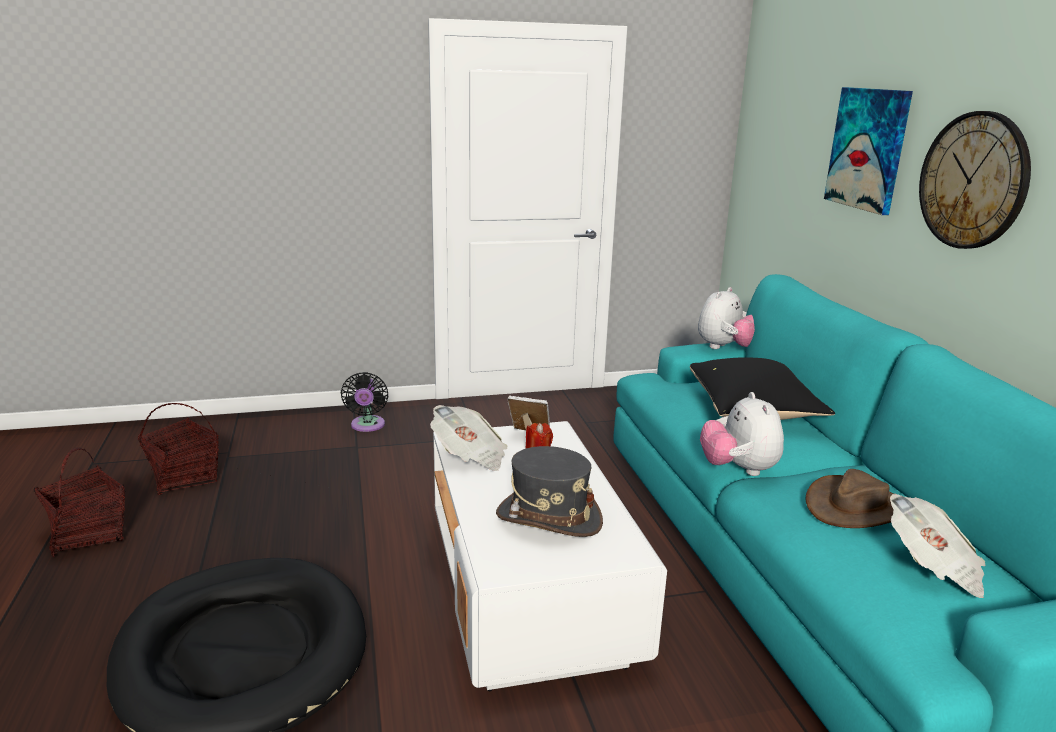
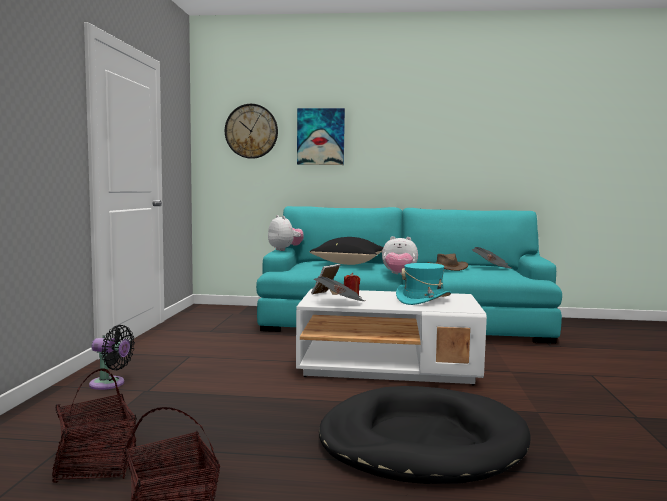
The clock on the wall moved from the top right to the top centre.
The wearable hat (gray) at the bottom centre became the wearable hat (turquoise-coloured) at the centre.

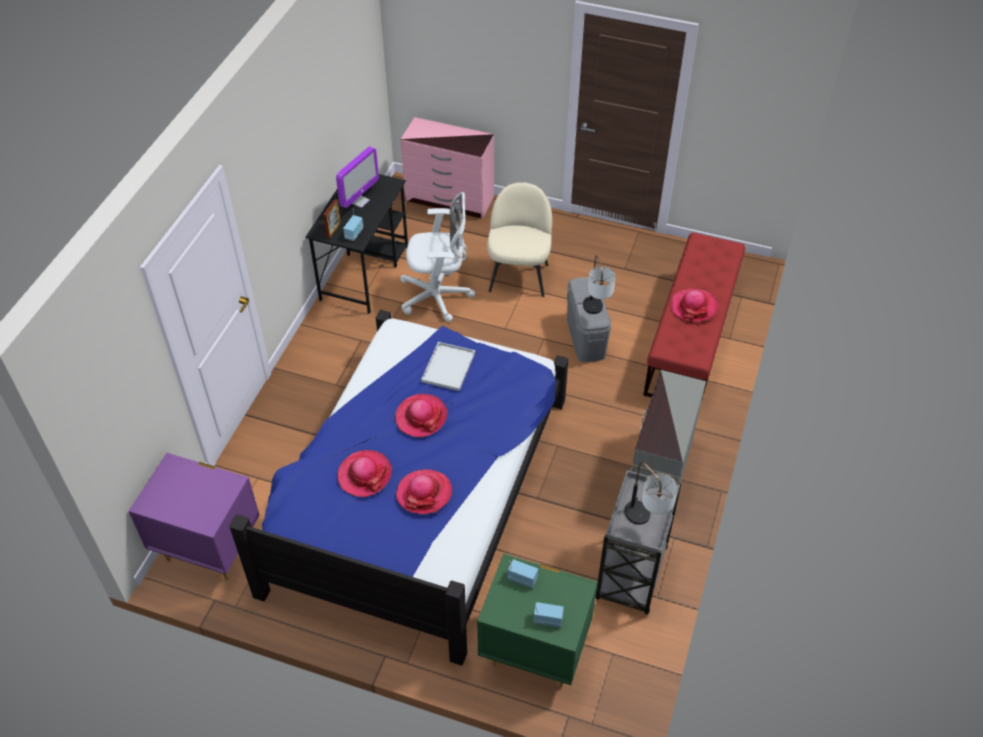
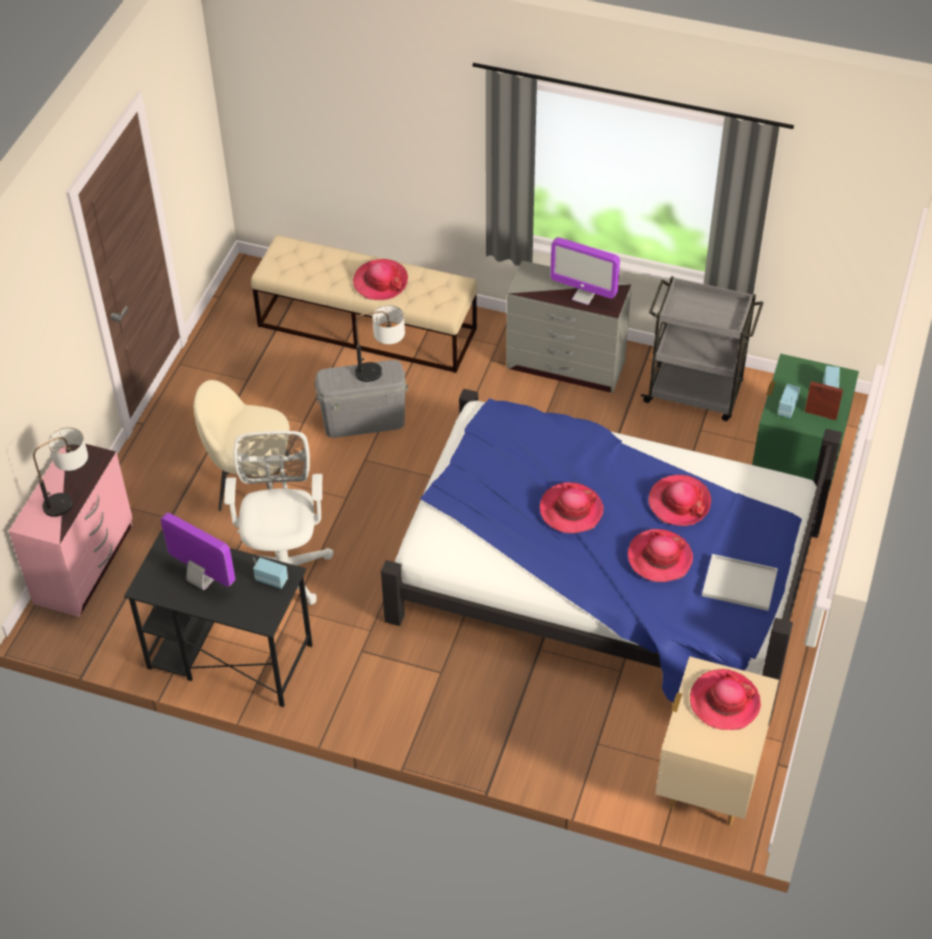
The monitor (2nd from left) at the top centre appeared.
The wearable hat (5th from left) at the bottom right appeared.
The picture frame moved from the top centre to the middle right.
The serving tray (whitish) moved from the centre to the middle right.
The table lamp (2nd from left in the first image) moved from the bottom centre to the middle left.
The night table (purple) at the bottom left became the night table (beige-coloured) at the bottom right.
The bench (red) at the middle right became the bench (beige-coloured) at the top centre.

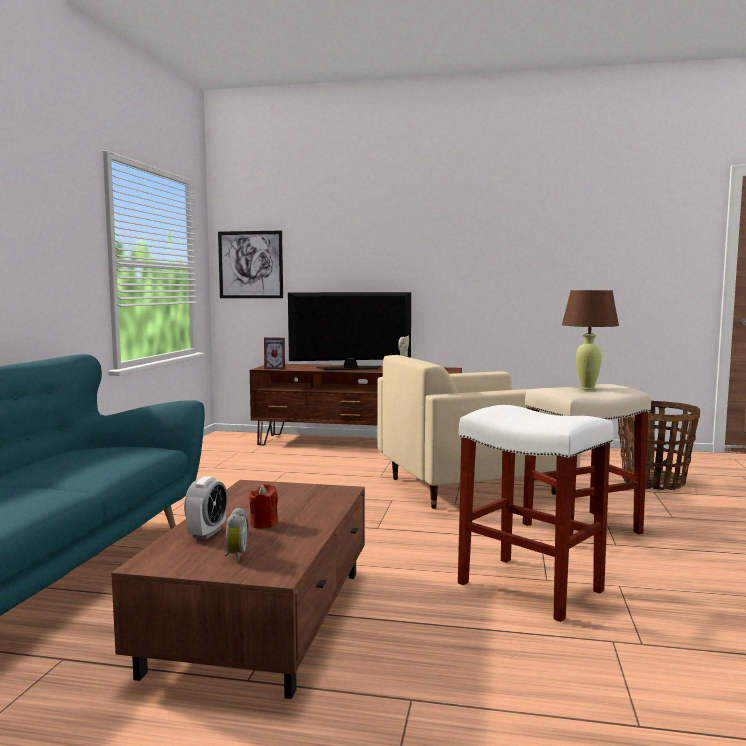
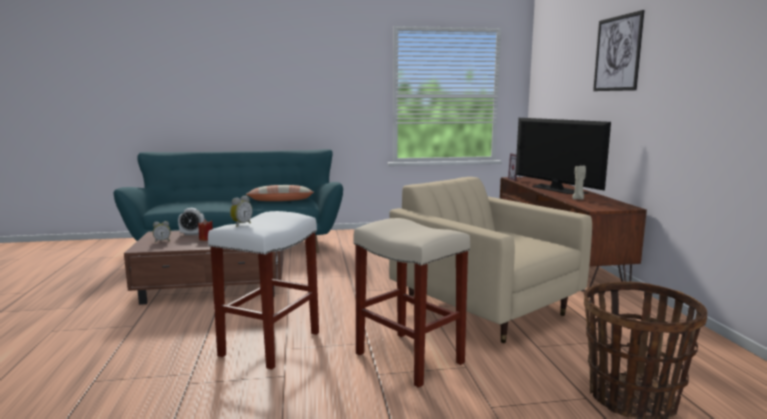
The table lamp (brown-coloured) at the middle right disappeared.
The bedside clock (3rd from left) at the middle left appeared.
The pillow at the centre appeared.
The wall art moved from the centre to the top right.

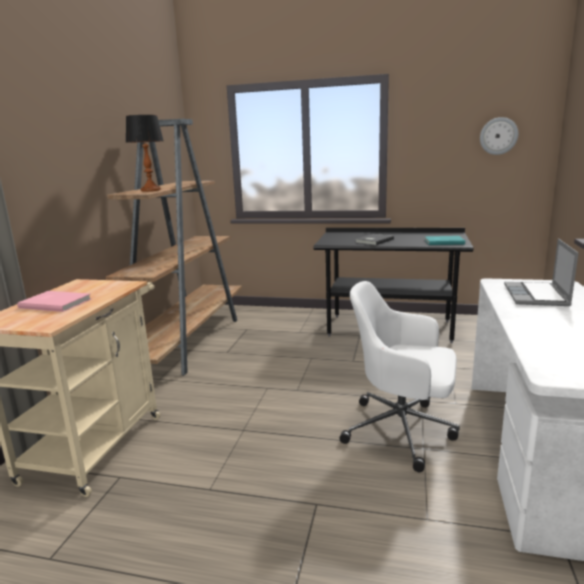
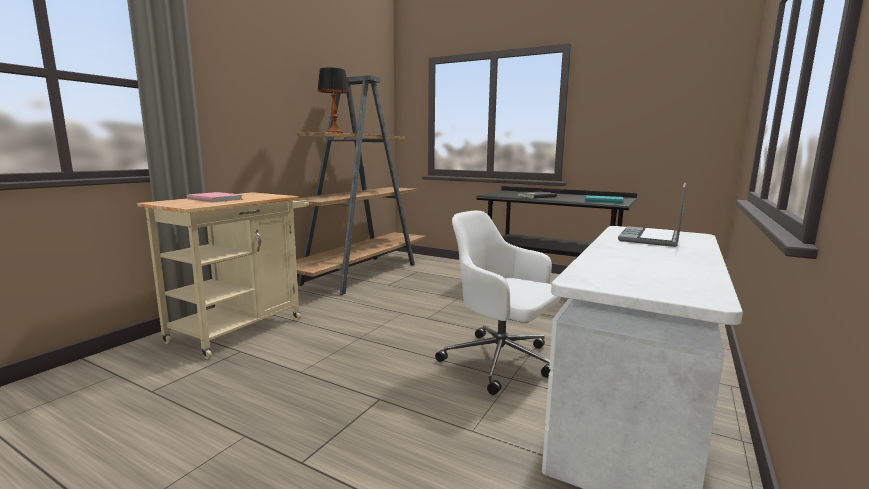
The clock on the wall at the top right disappeared.

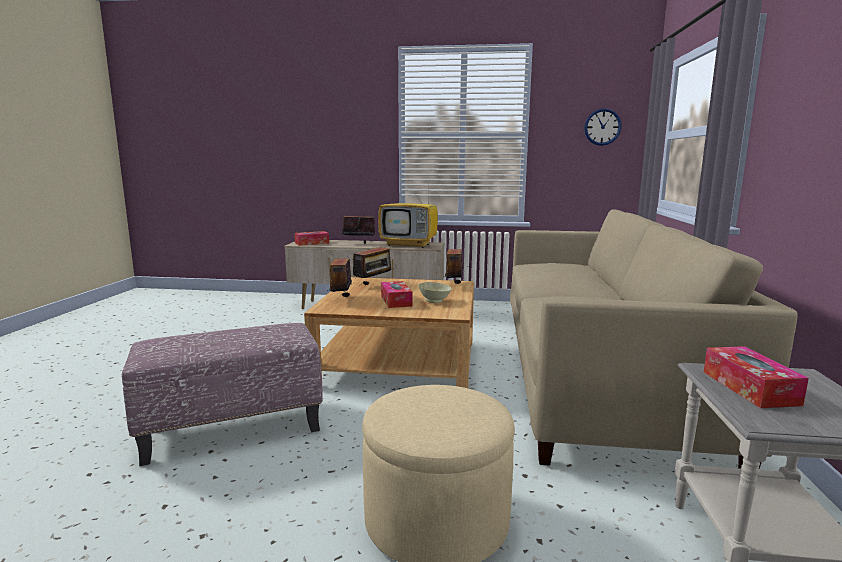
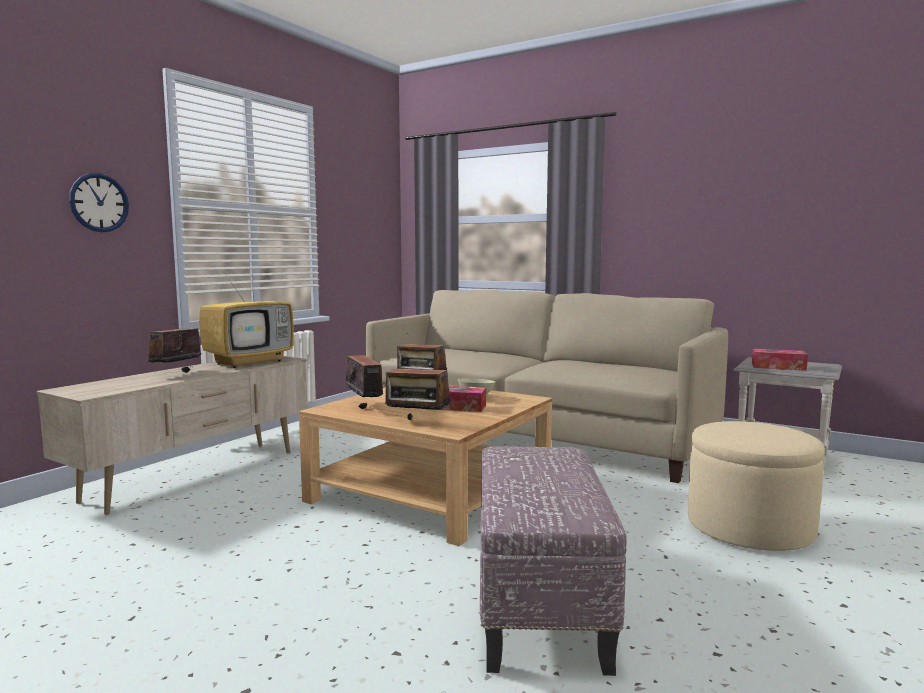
The tissue box (1st from left) at the centre disappeared.
The clock on the wall moved from the top right to the top left.

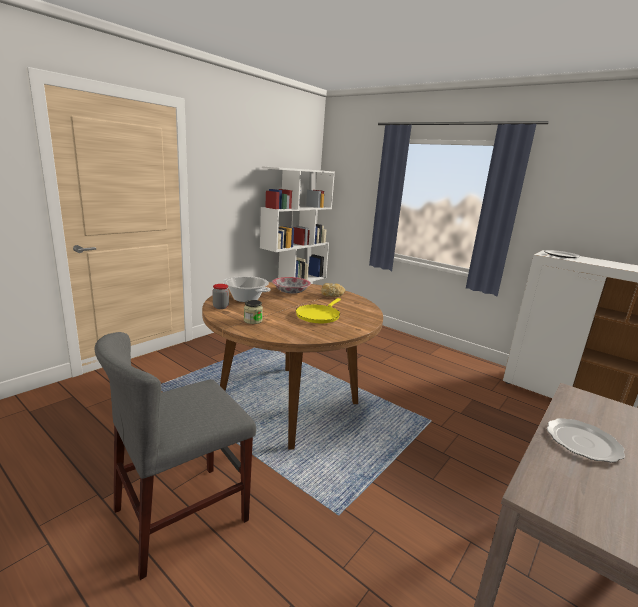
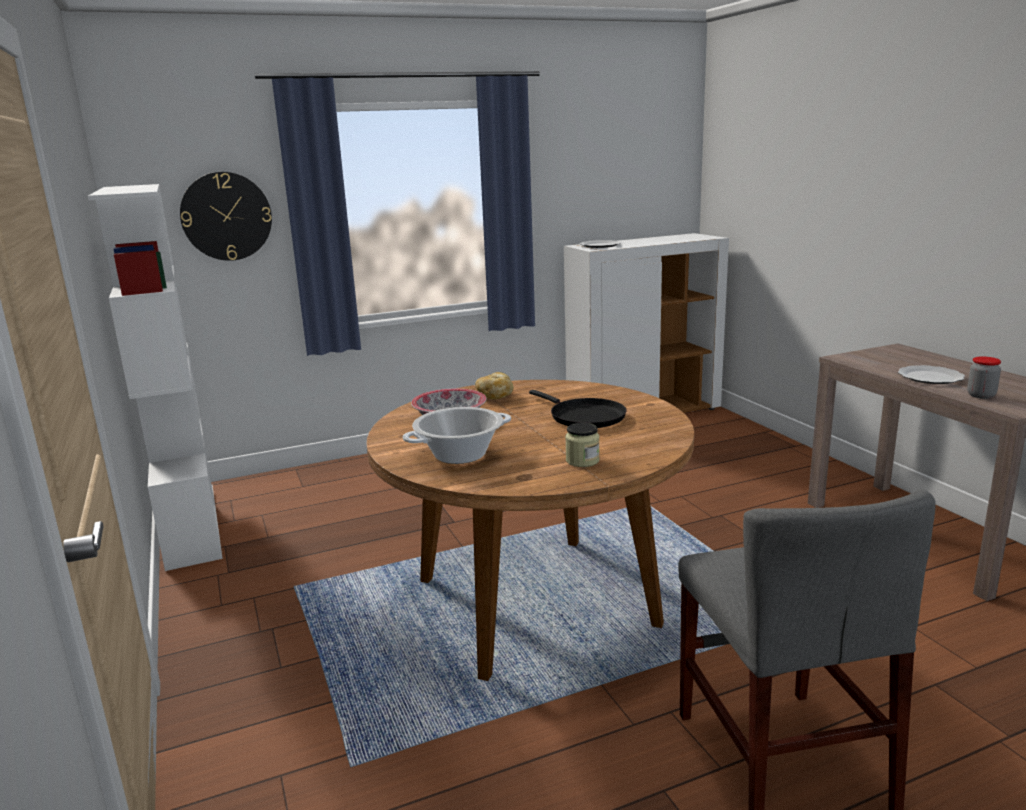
The clock on the wall at the top left appeared.
The jar (1st from left in the first image) moved from the centre to the middle right.
The frying pan (yellow) at the centre became the frying pan (blackish) at the centre.

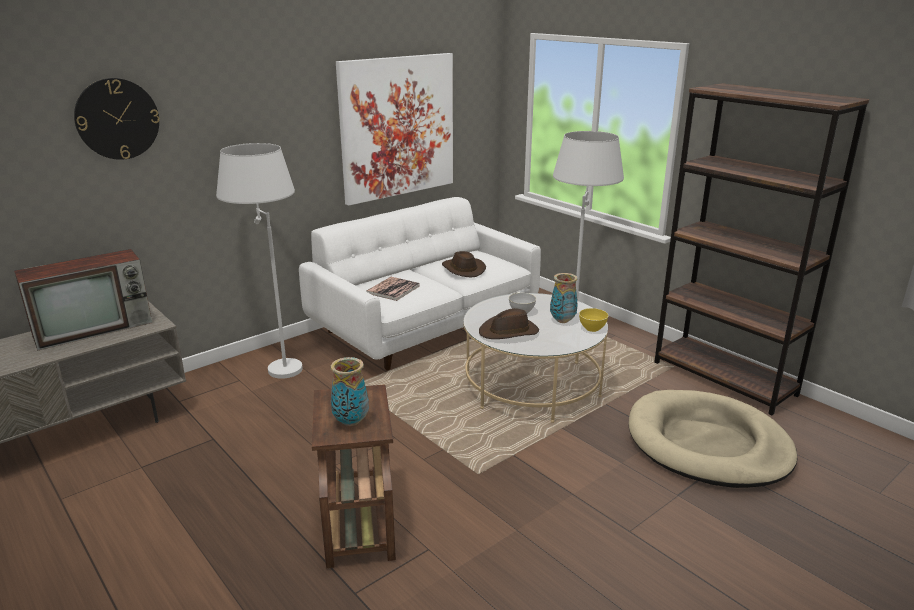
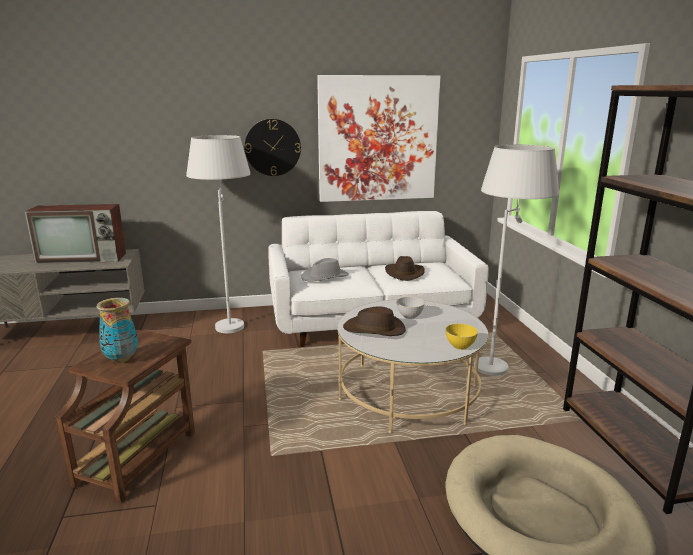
The flower vase (2nd from left) at the centre disappeared.
The clock on the wall moved from the top left to the top centre.
The book at the centre was replaced by the wearable hat (gray) at the centre.

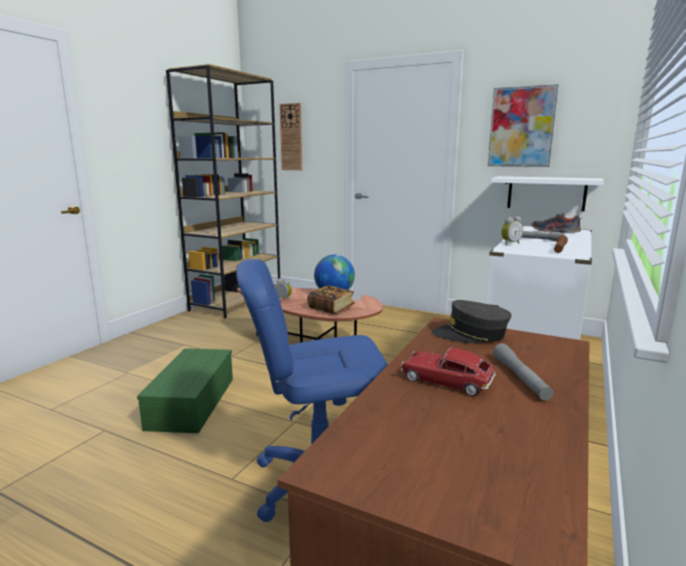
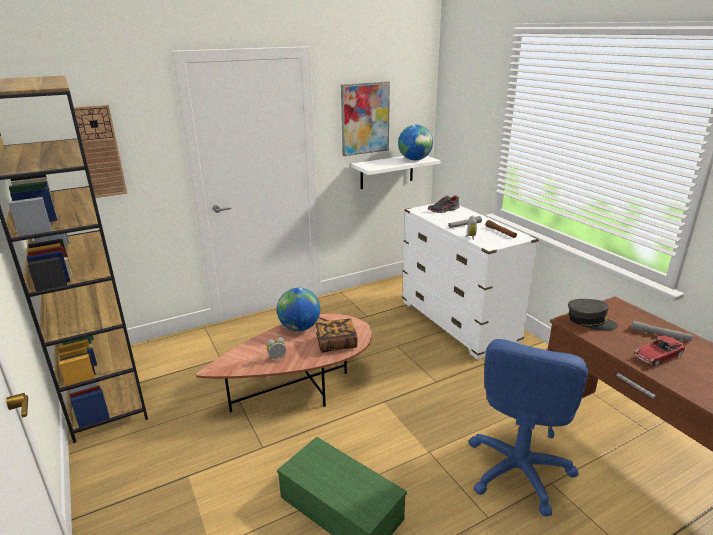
The world globe (2nd from left) at the top centre appeared.
The baseball cap (gray) at the middle right turned 105 degrees counterclockwise.

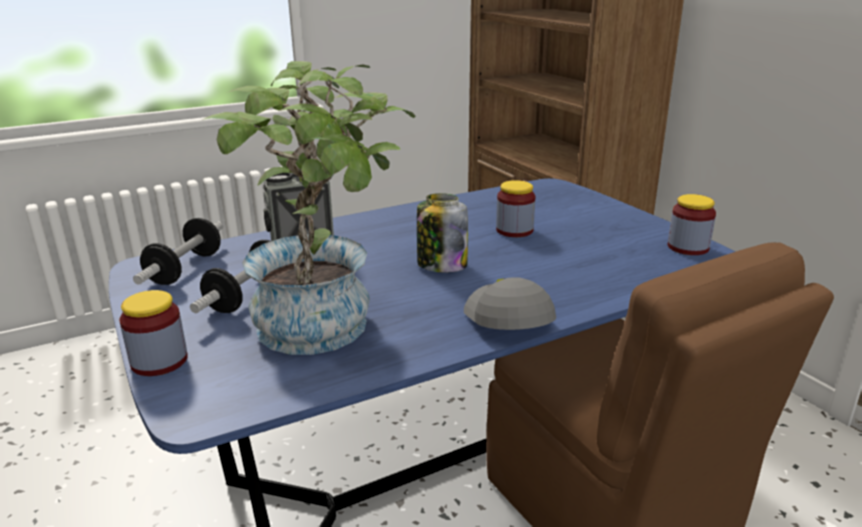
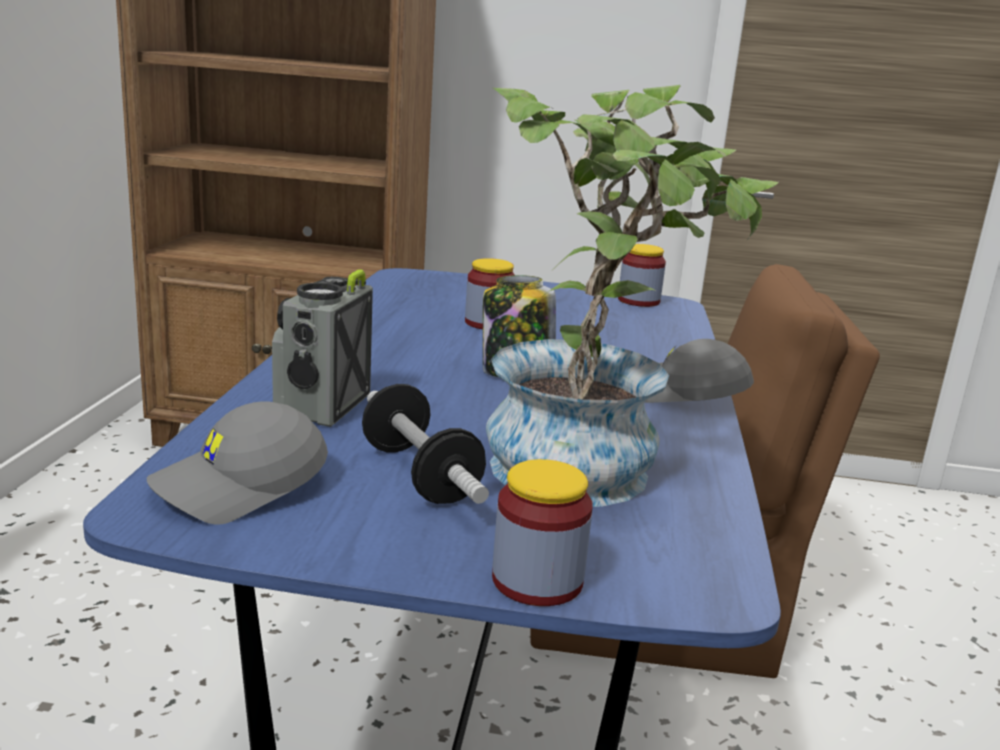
The free weight (1st from left) at the middle left was replaced by the baseball cap (gray) (1st from left) at the middle left.

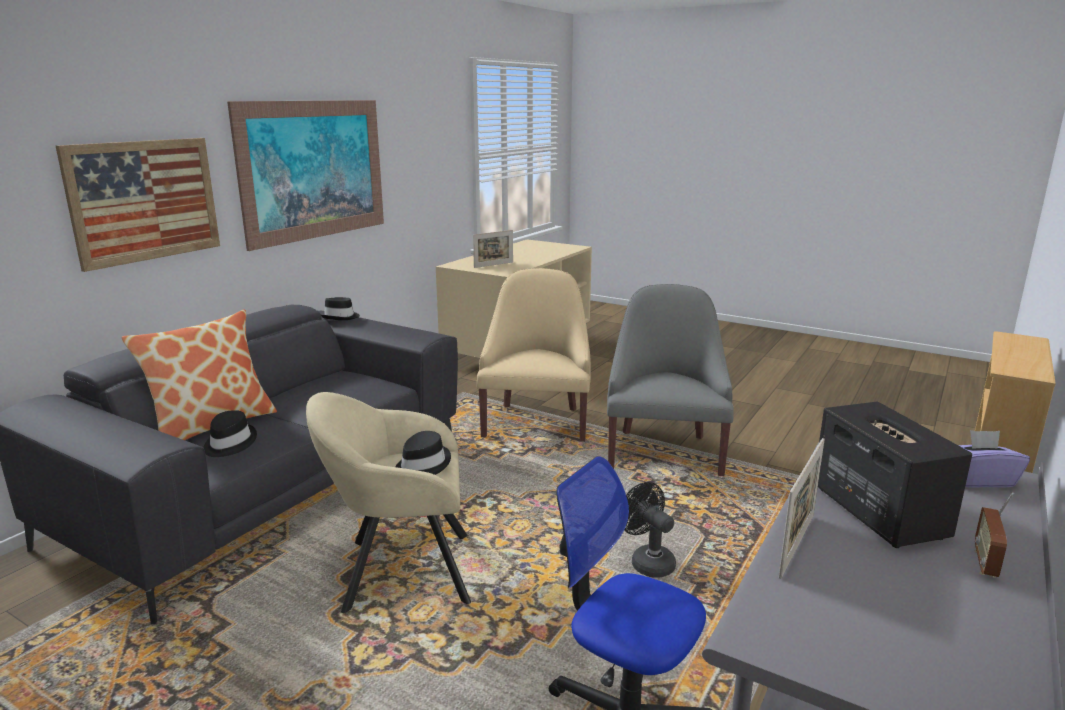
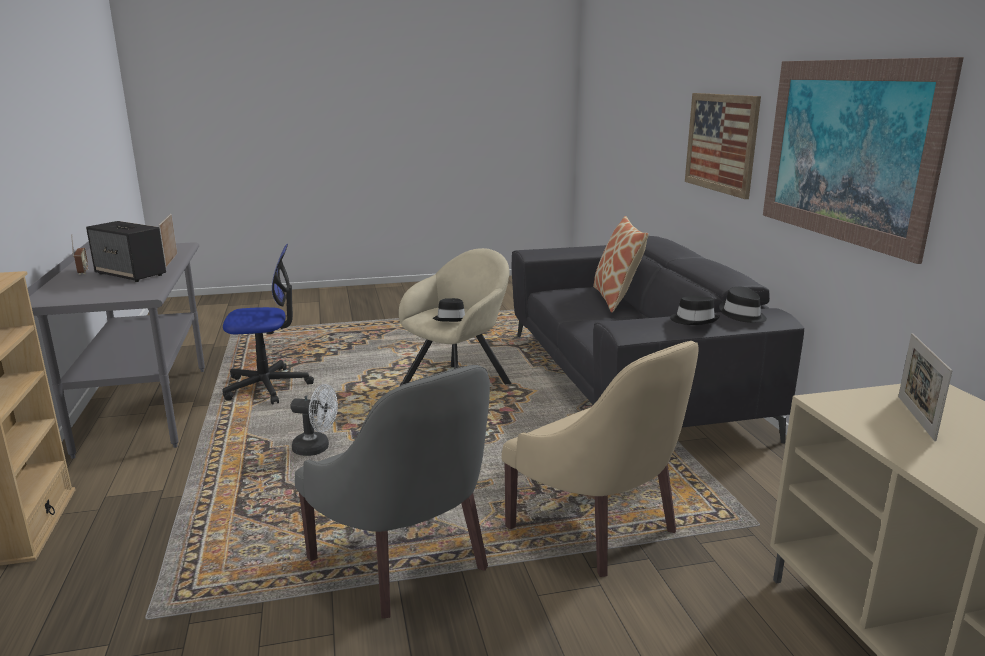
The tissue box (purple) at the middle right disappeared.
The wearable hat (blackish) (1st from left in the first image) moved from the middle left to the middle right.
The cooling fan (blackish) at the bottom centre became the cooling fan (whitish) at the middle left.

